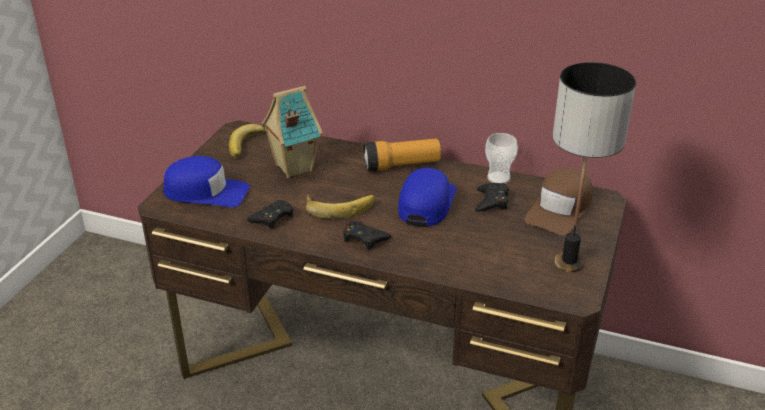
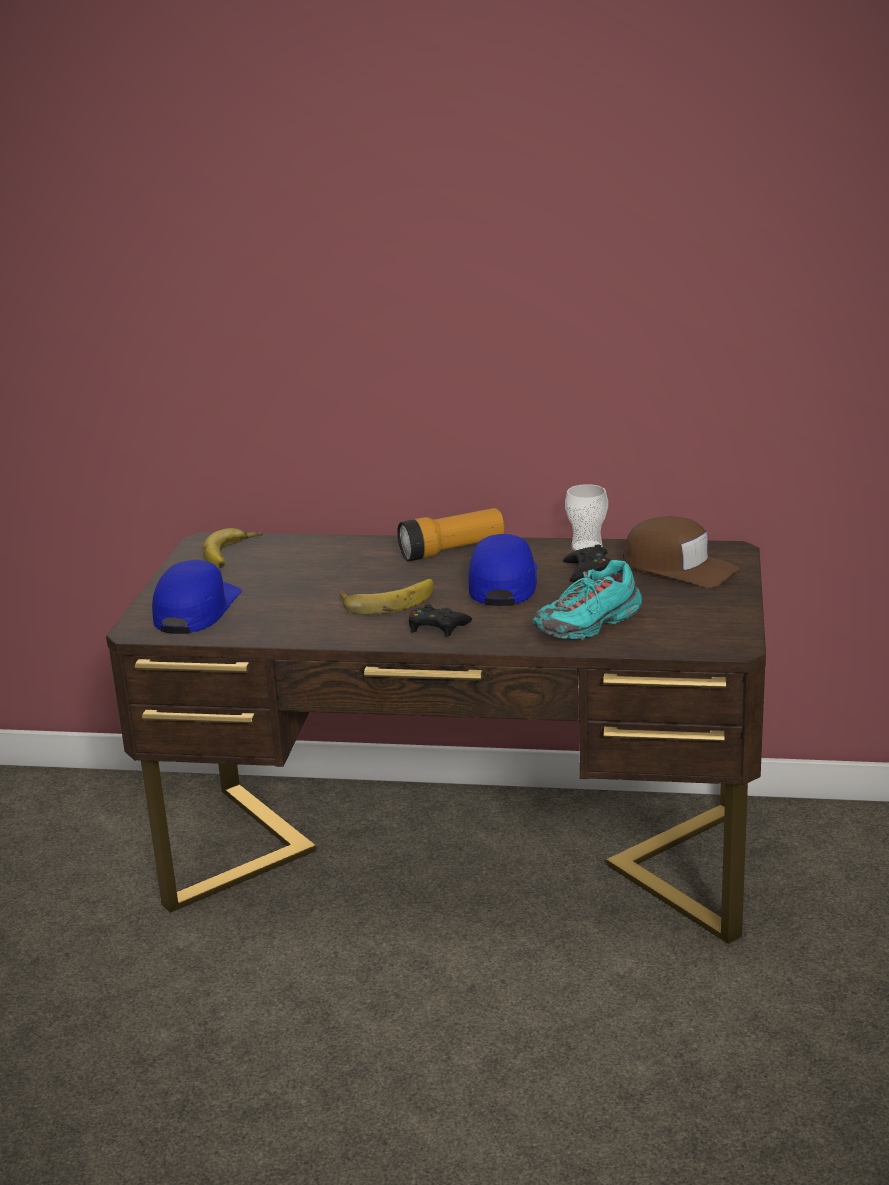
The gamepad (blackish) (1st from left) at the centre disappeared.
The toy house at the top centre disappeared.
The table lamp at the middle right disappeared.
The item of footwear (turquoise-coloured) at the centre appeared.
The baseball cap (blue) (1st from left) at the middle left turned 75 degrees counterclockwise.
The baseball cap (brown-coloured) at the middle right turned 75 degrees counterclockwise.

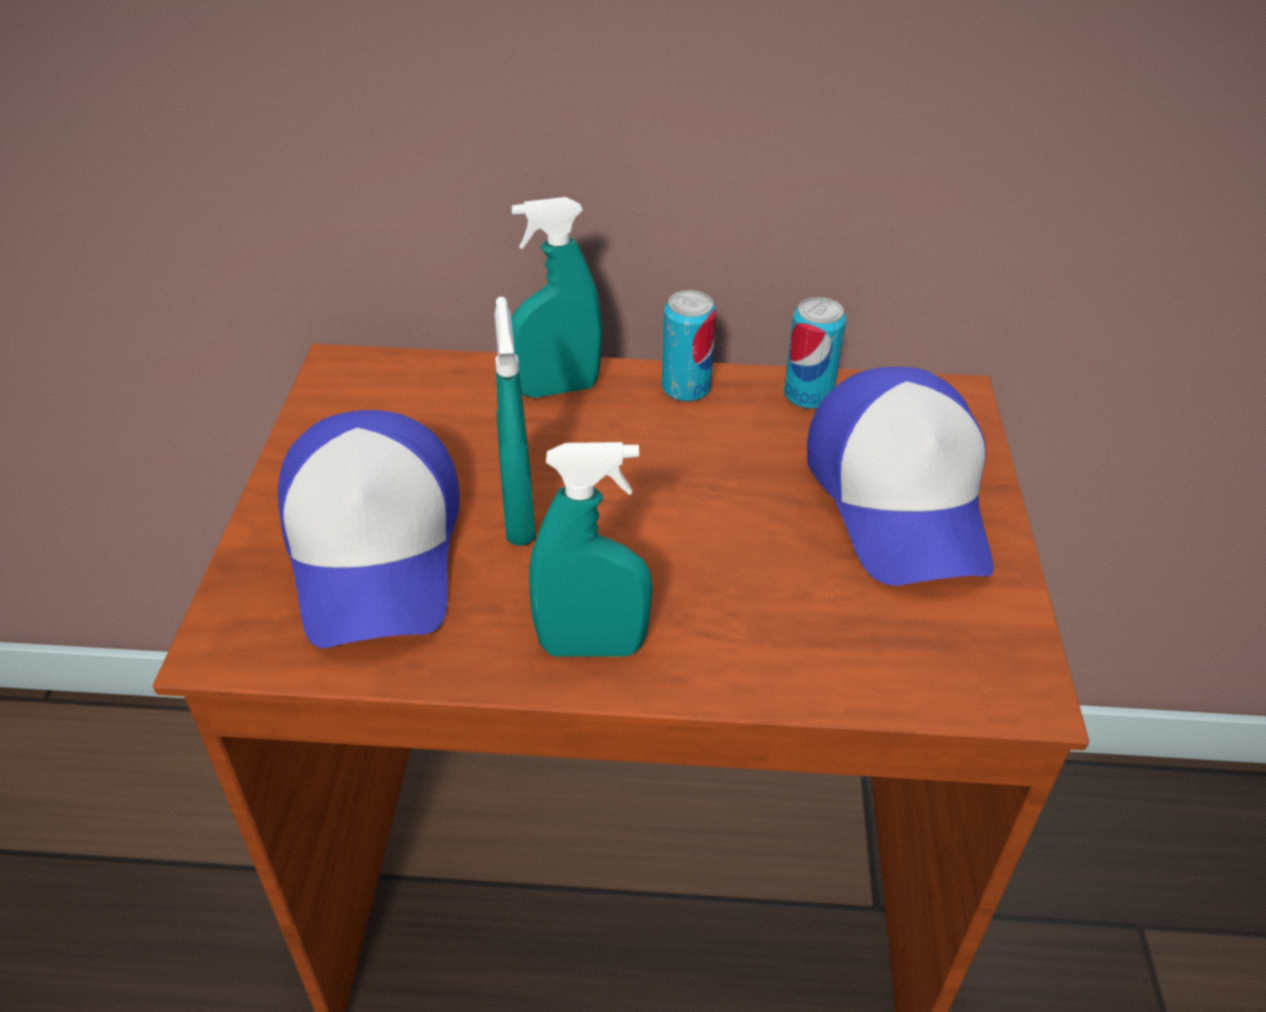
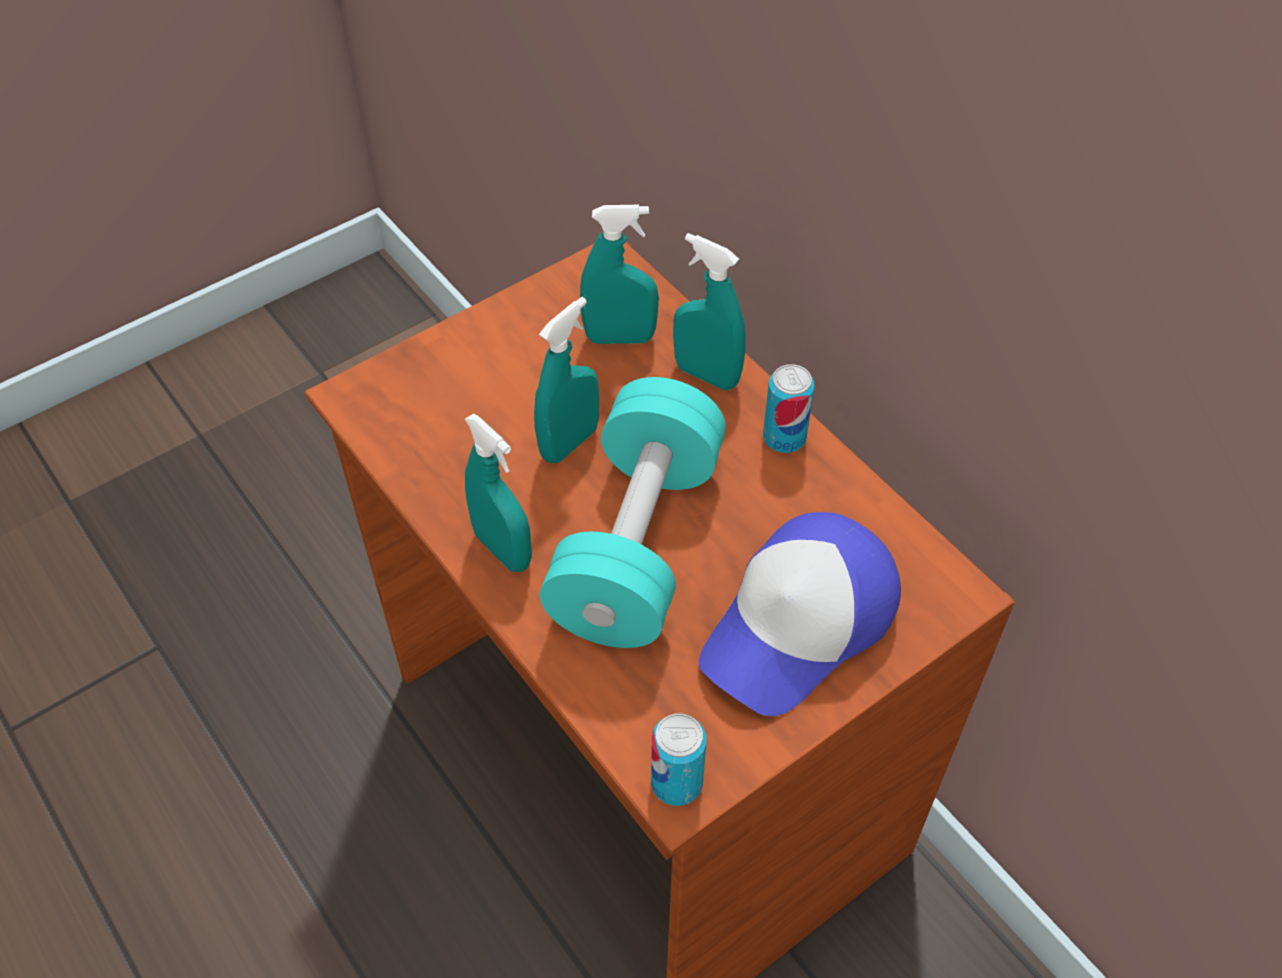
The baseball cap (1st from left) at the middle left disappeared.
The free weight (turquoise-coloured) at the centre appeared.
The spray bottle (turquoise-coloured) (3rd from left) at the top centre appeared.
The metal can (2nd from left in the first image) moved from the centre to the bottom centre.

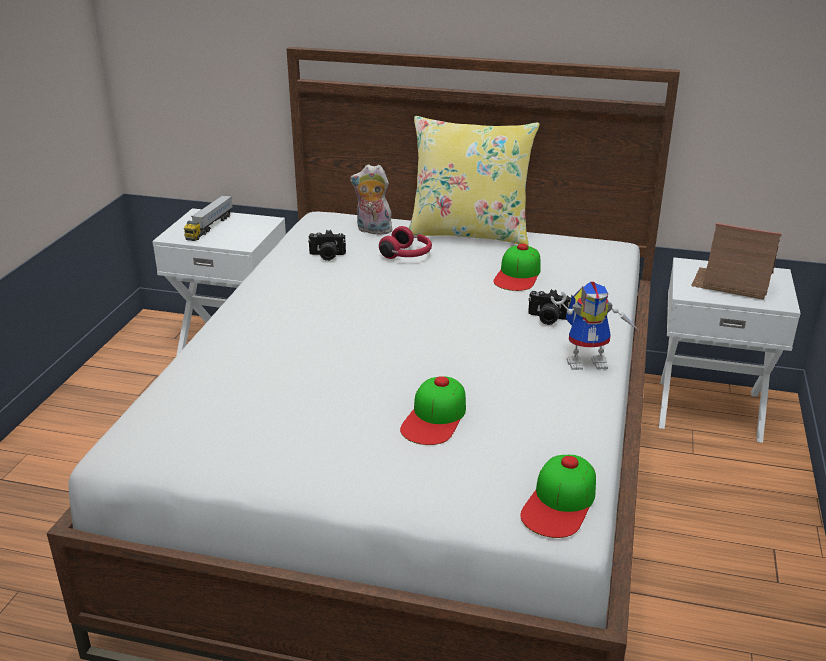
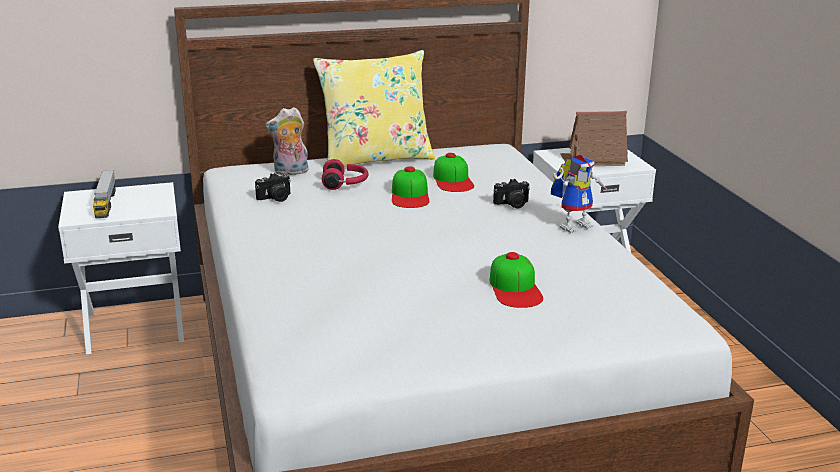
The baseball cap (3rd from left in the first image) moved from the bottom right to the centre.

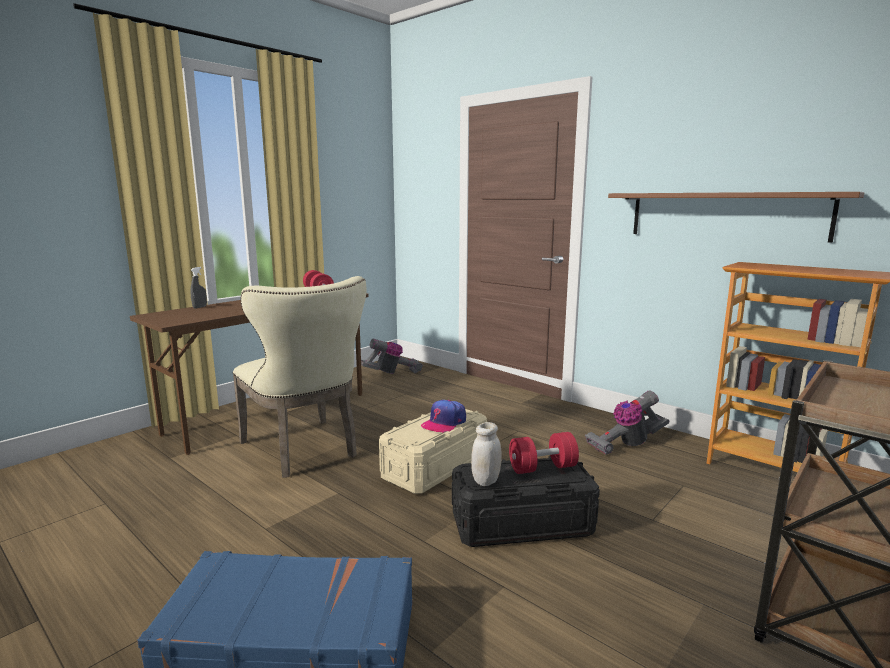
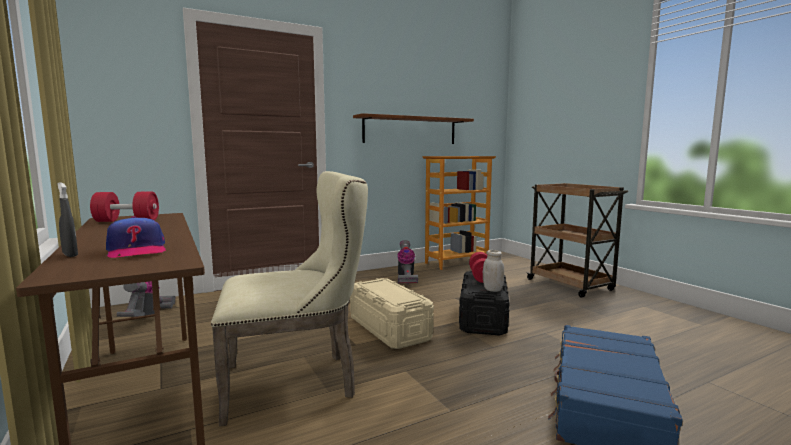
The baseball cap moved from the centre to the middle left.

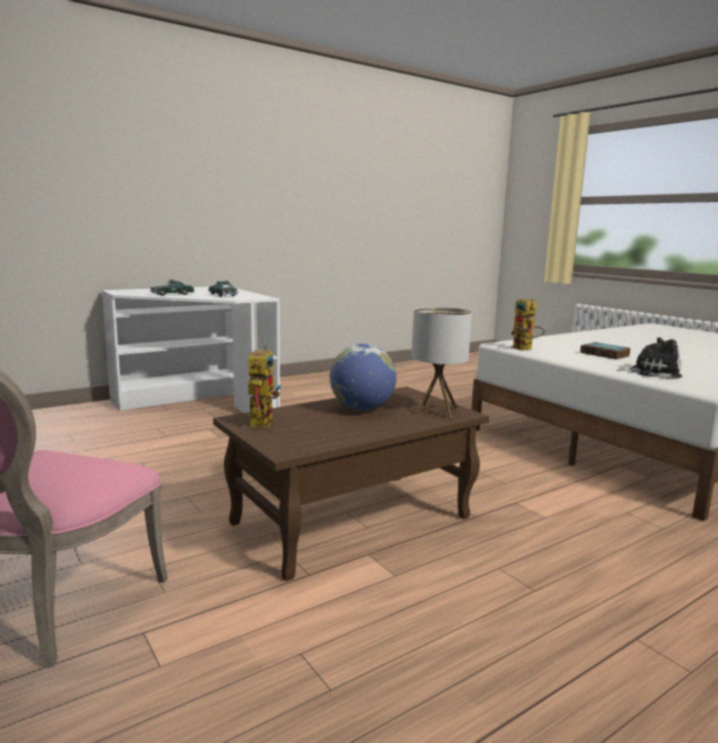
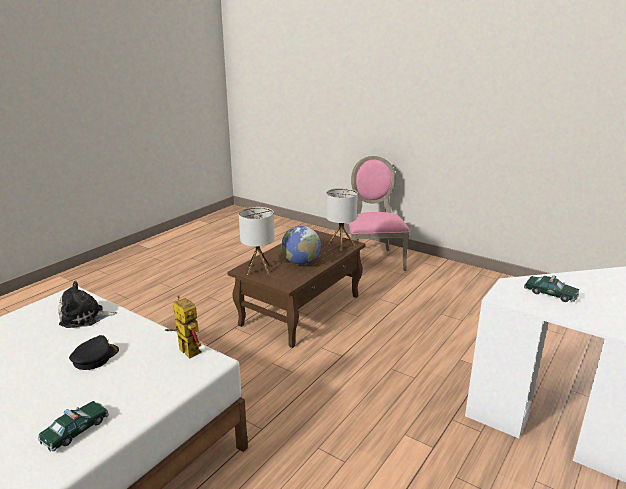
The toy car (1st from left) moved from the middle left to the bottom left.
The toy robot (1st from left) at the centre was replaced by the table lamp (2nd from left) at the centre.
The book at the middle right was replaced by the baseball cap (blackish) at the bottom left.

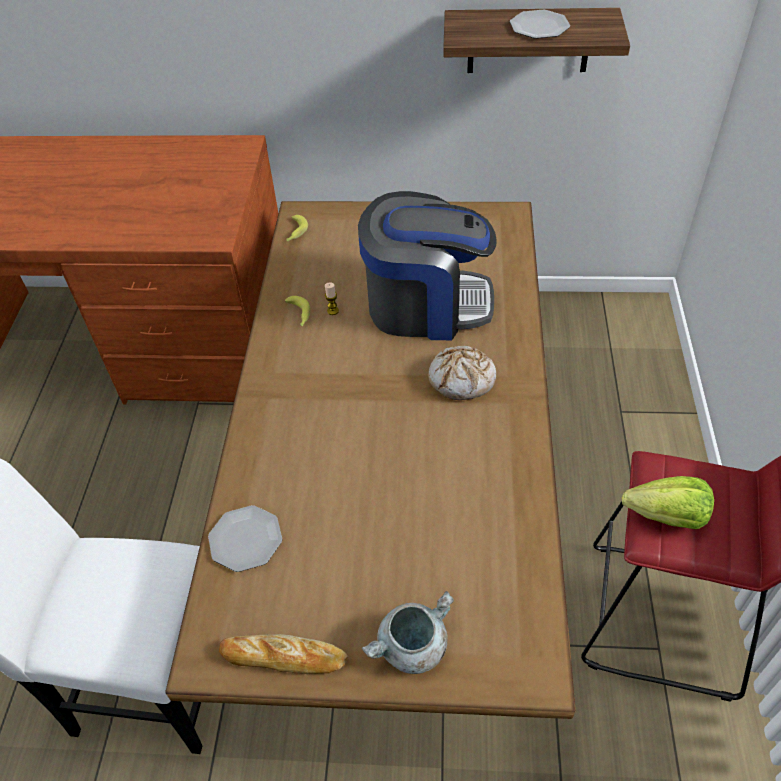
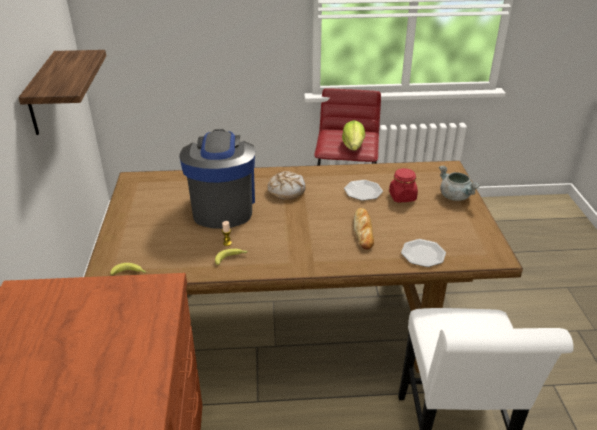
The jar (red) at the middle right appeared.
The baked bread (1st from left in the first image) moved from the bottom centre to the centre.
The flat dish (2nd from left in the first image) moved from the top right to the centre.

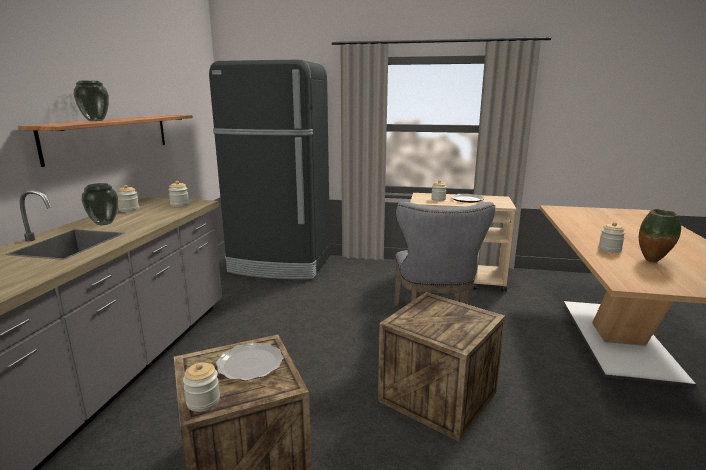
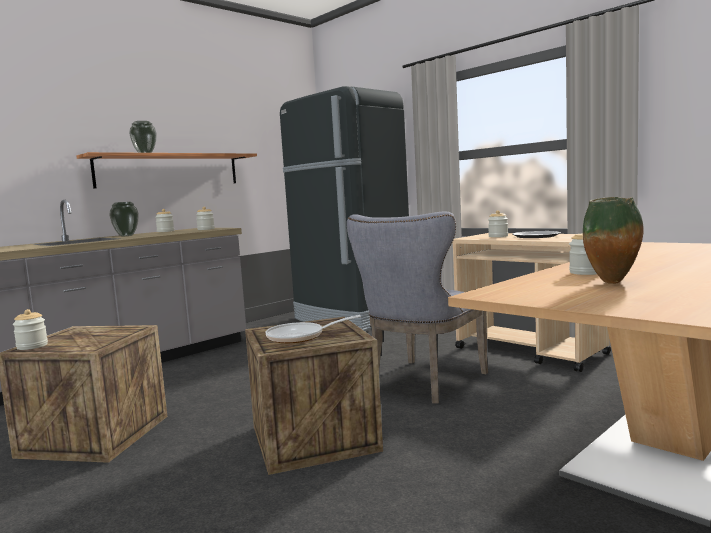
The flat dish (1st from left) at the bottom centre disappeared.
The frying pan at the centre appeared.

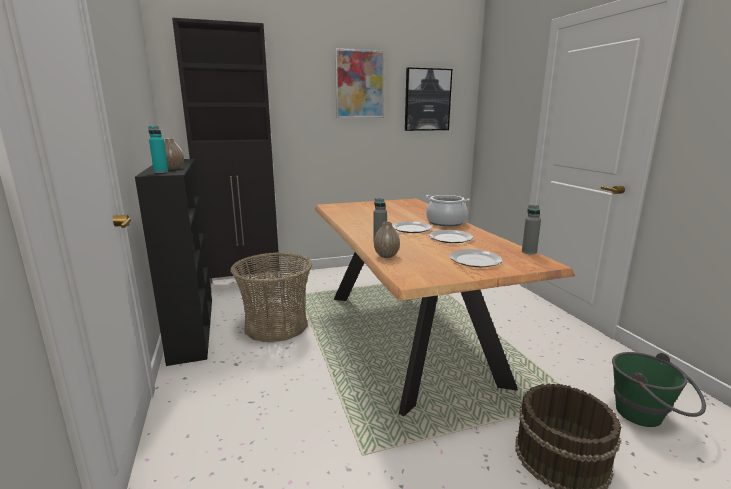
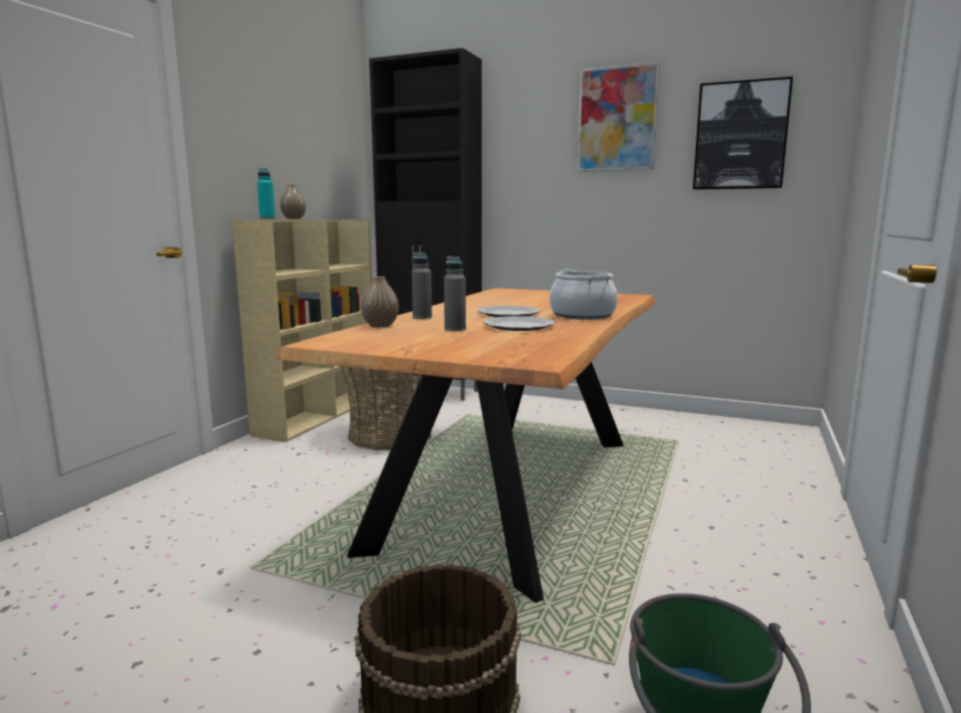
The flat dish (3rd from left) at the centre disappeared.
The drink bottle (gray) (2nd from left) moved from the middle right to the centre.
The shelving unit (blackish) at the middle left became the shelving unit (beige-coloured) at the middle left.

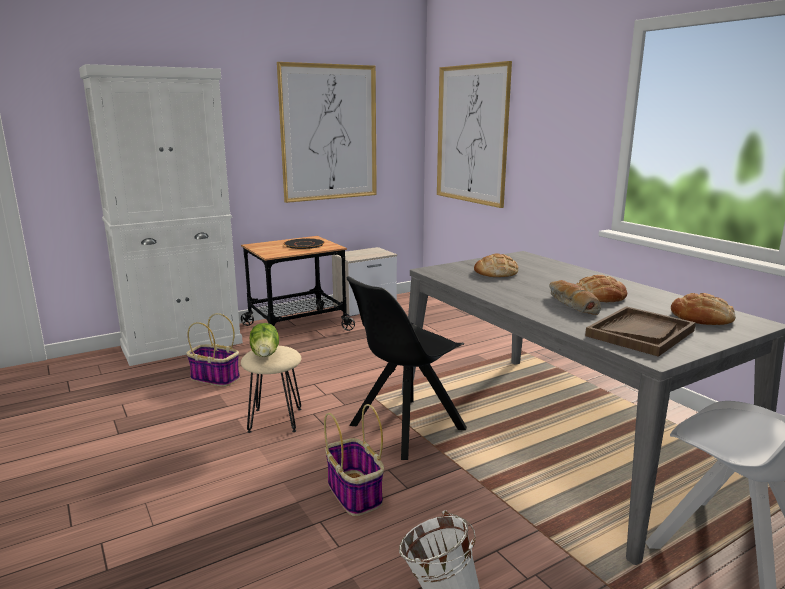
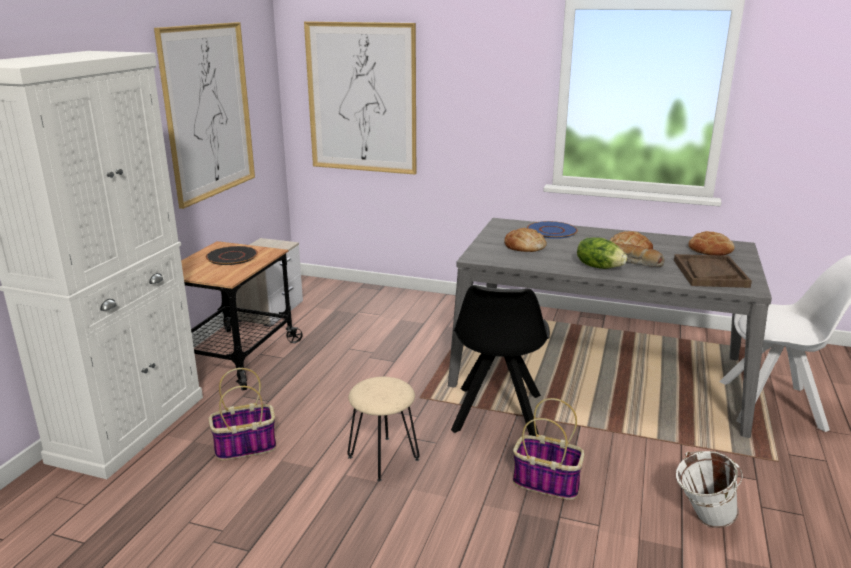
The flat dish (blue) at the centre appeared.
The lettuce head moved from the centre to the middle right.

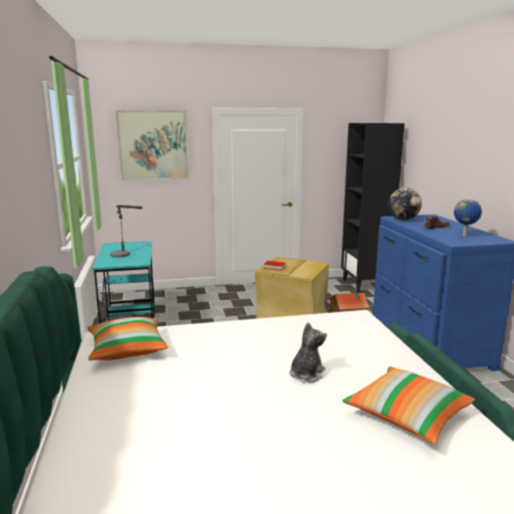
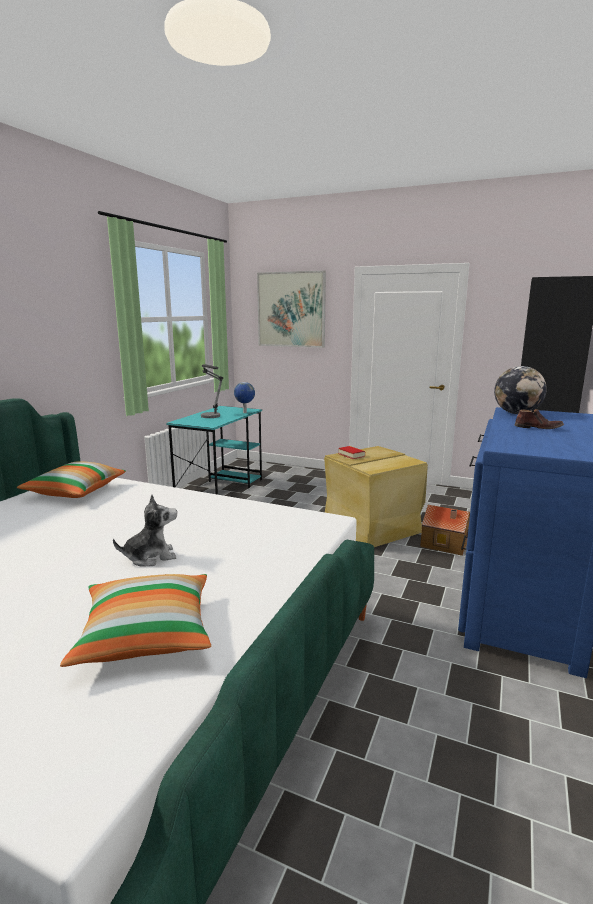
The world globe (2nd from left in the first image) moved from the middle right to the centre.

